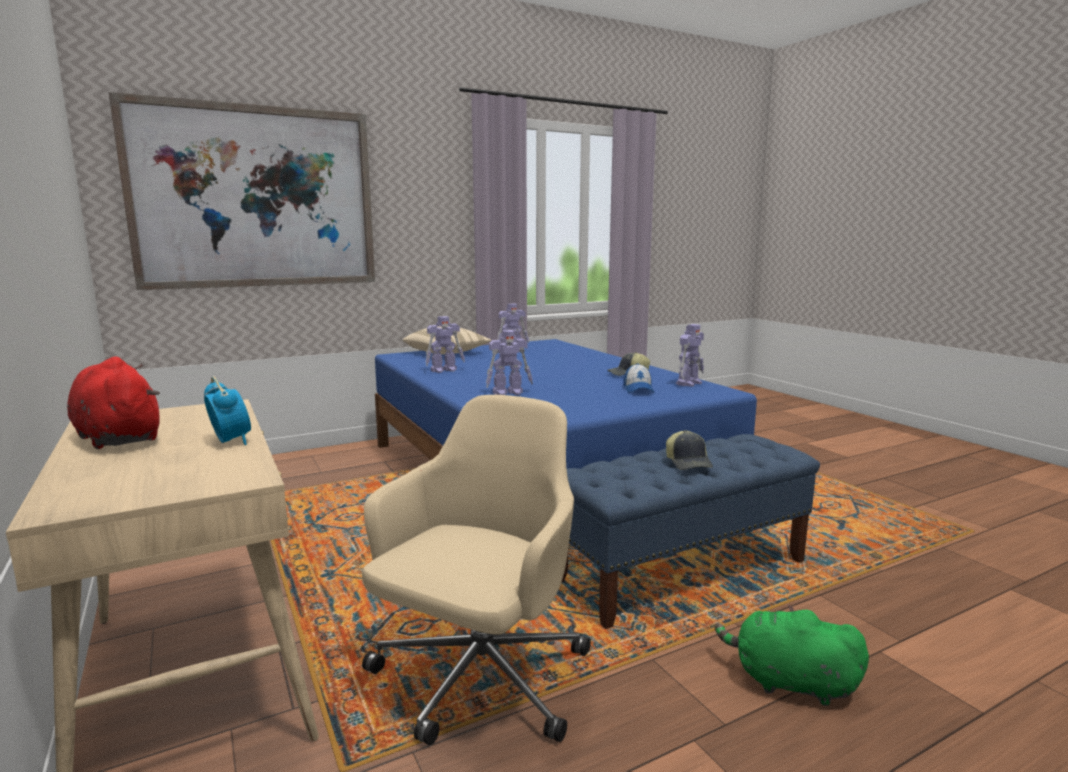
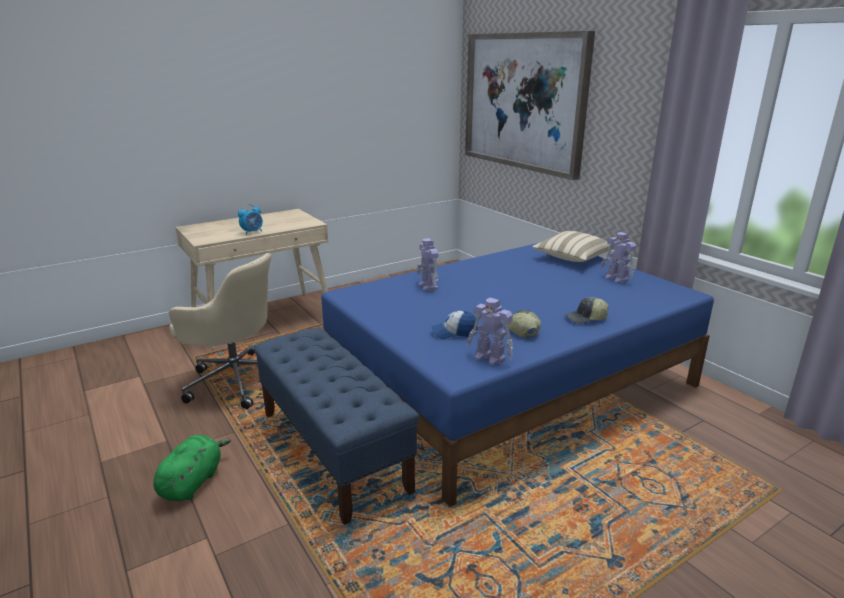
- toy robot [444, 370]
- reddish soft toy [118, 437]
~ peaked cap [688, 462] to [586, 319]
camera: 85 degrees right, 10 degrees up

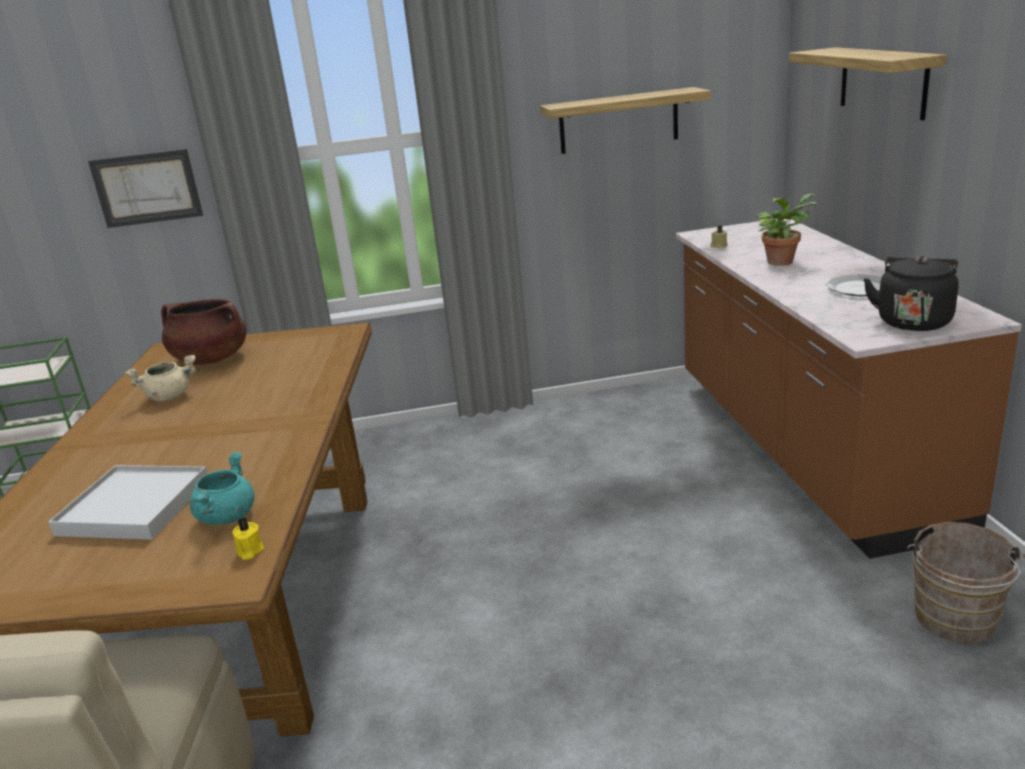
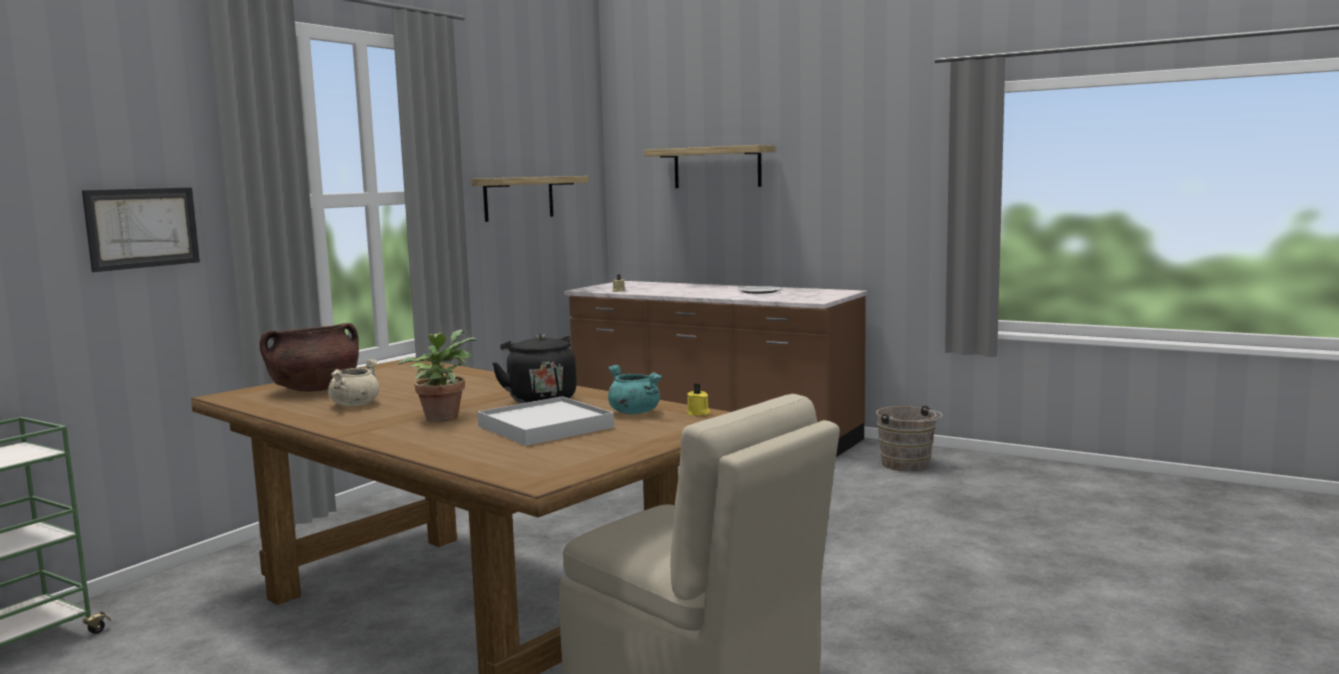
~ potted plant [781, 261] to [442, 416]
~ blackish kettle [913, 321] to [540, 399]
camera: 50 degrees left, 15 degrees down

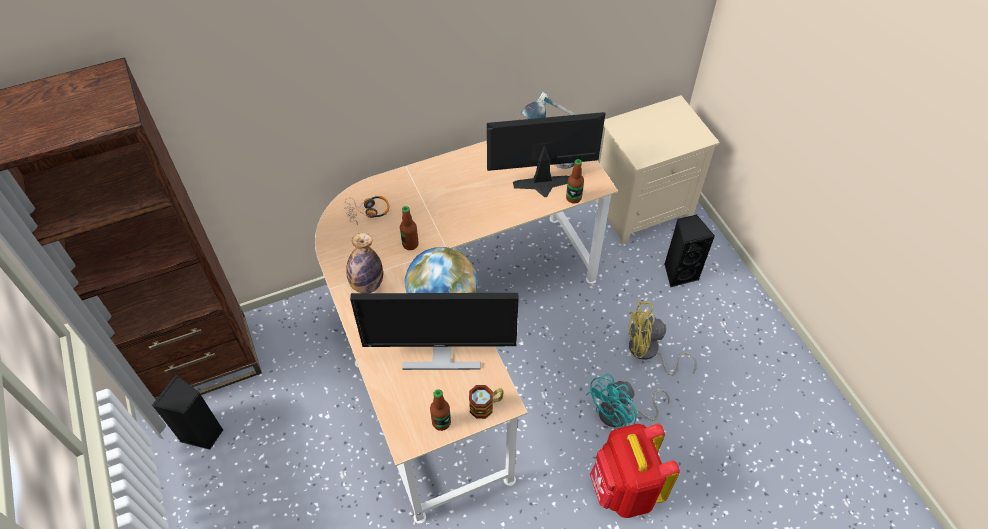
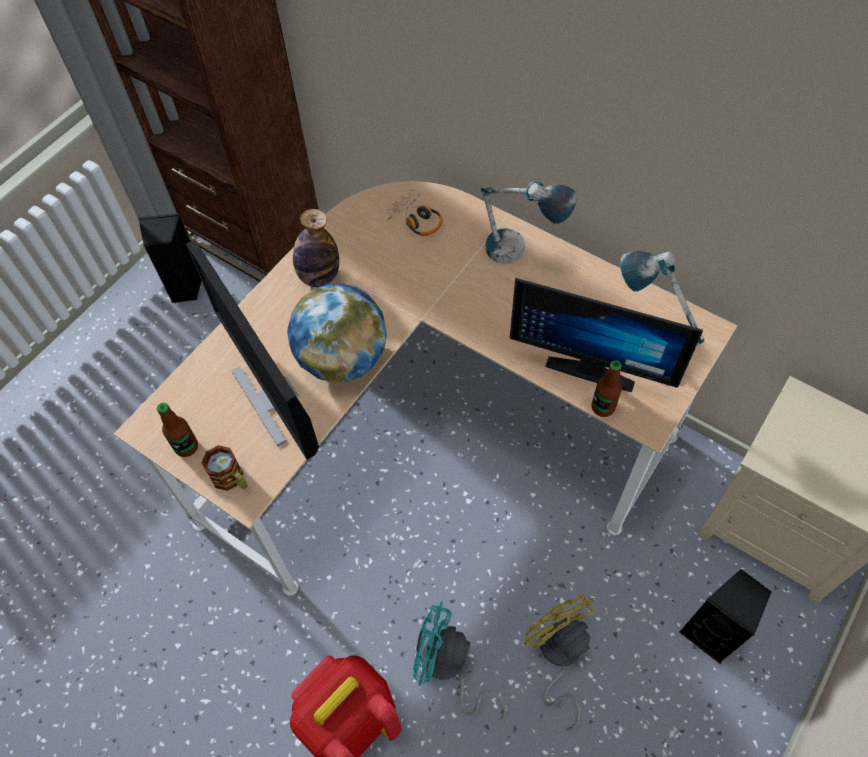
~ monitor [543, 187] = [592, 365] 150 degrees clockwise
- beverage bottle [410, 244]
+ tabletop lamp [520, 255]
camera: 60 degrees right, 5 degrees up

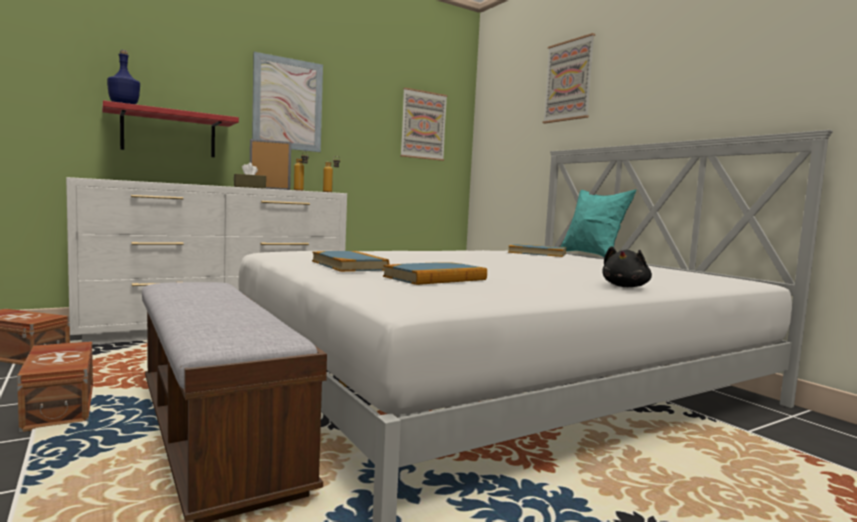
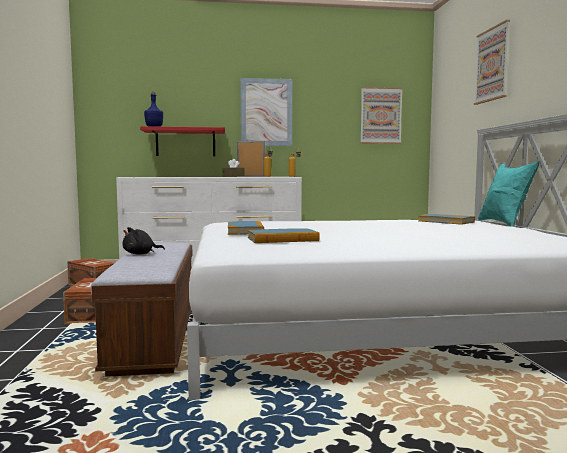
~ blackish soft toy [625, 287] to [140, 254]
camera: 25 degrees right, 0 degrees up

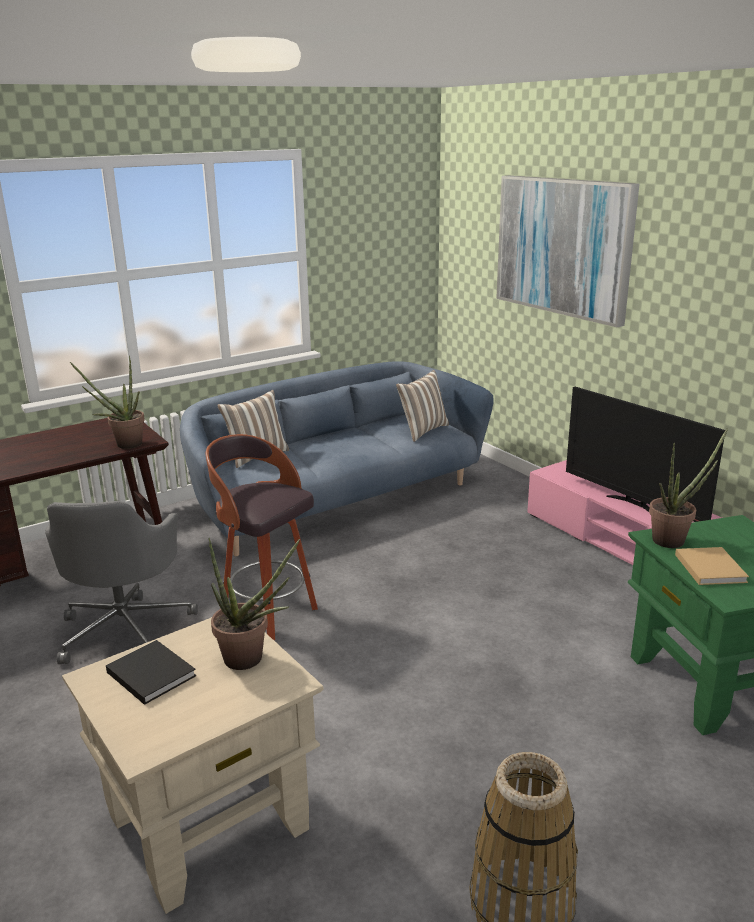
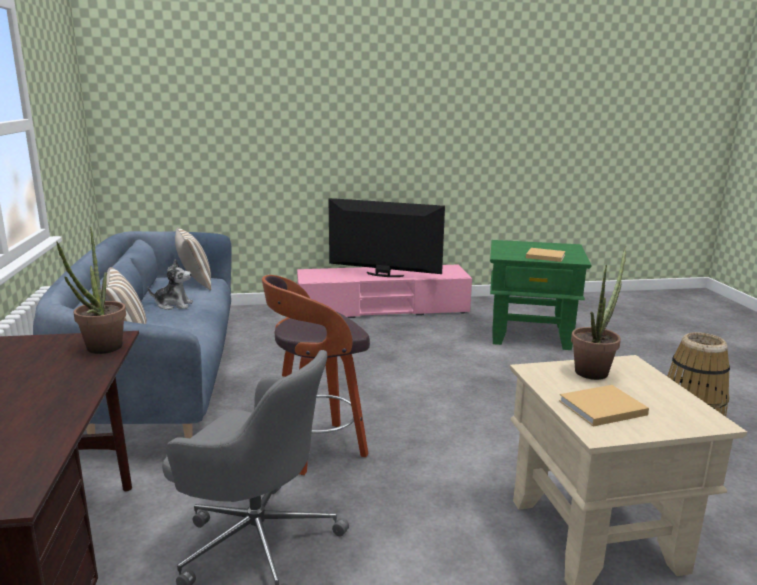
- picture [564, 246]
~ television [633, 504] = [383, 275] 150 degrees counterclockwise
- potted plant [674, 539]
~ blackish book [150, 673] to sand-coloured book [600, 408]
+ soft toy [173, 305]
camera: 65 degrees left, 5 degrees down

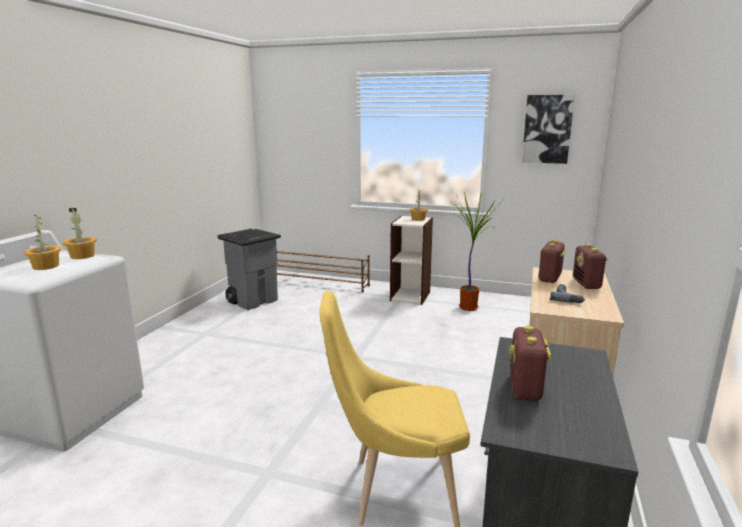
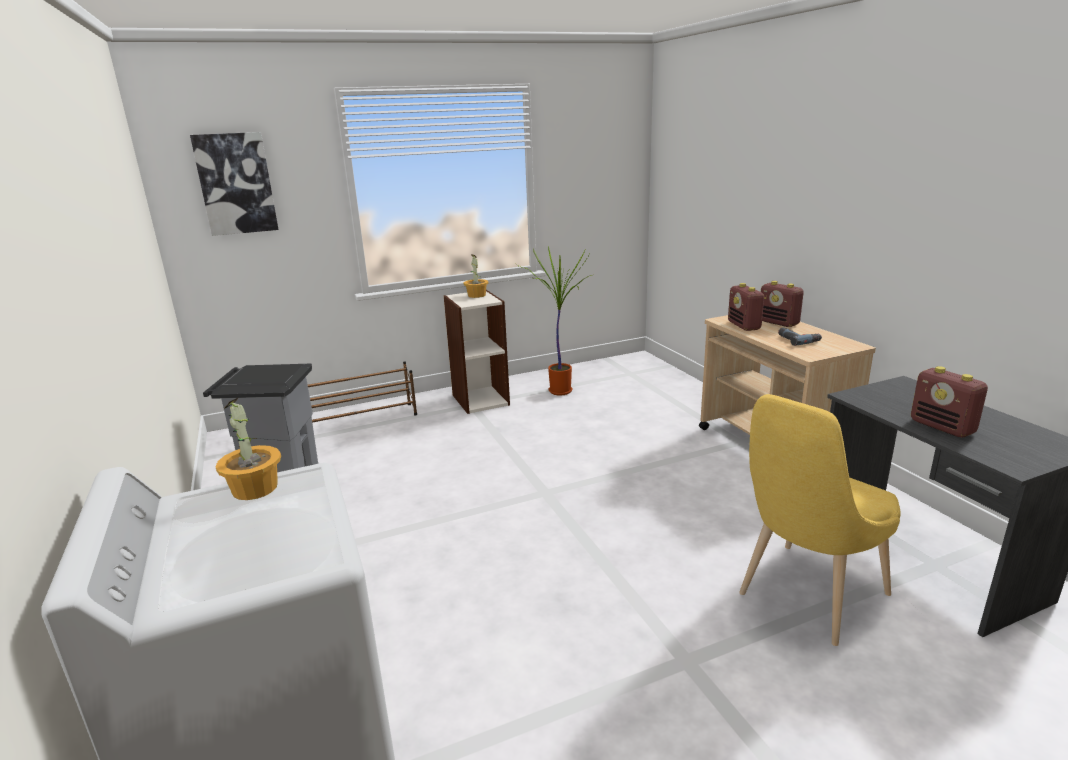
~ picture [547, 129] to [236, 184]
- potted plant [45, 266]
camera: 40 degrees left, 5 degrees up

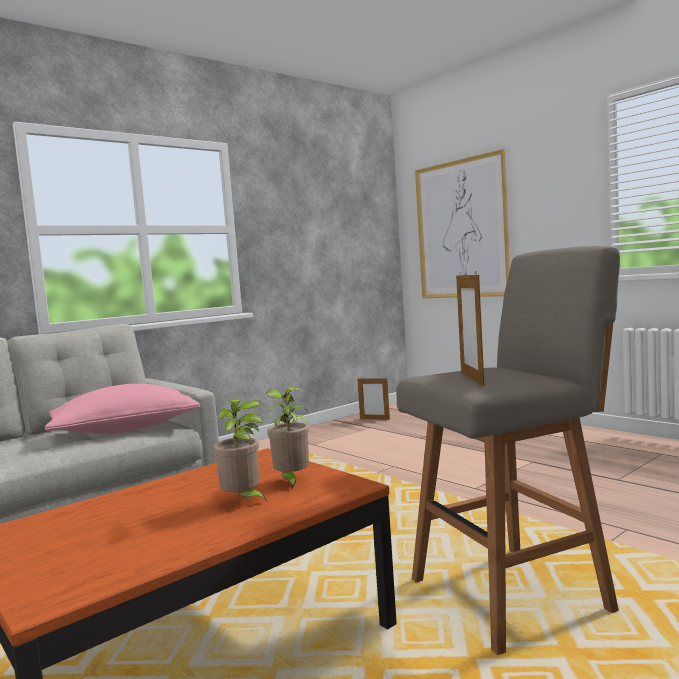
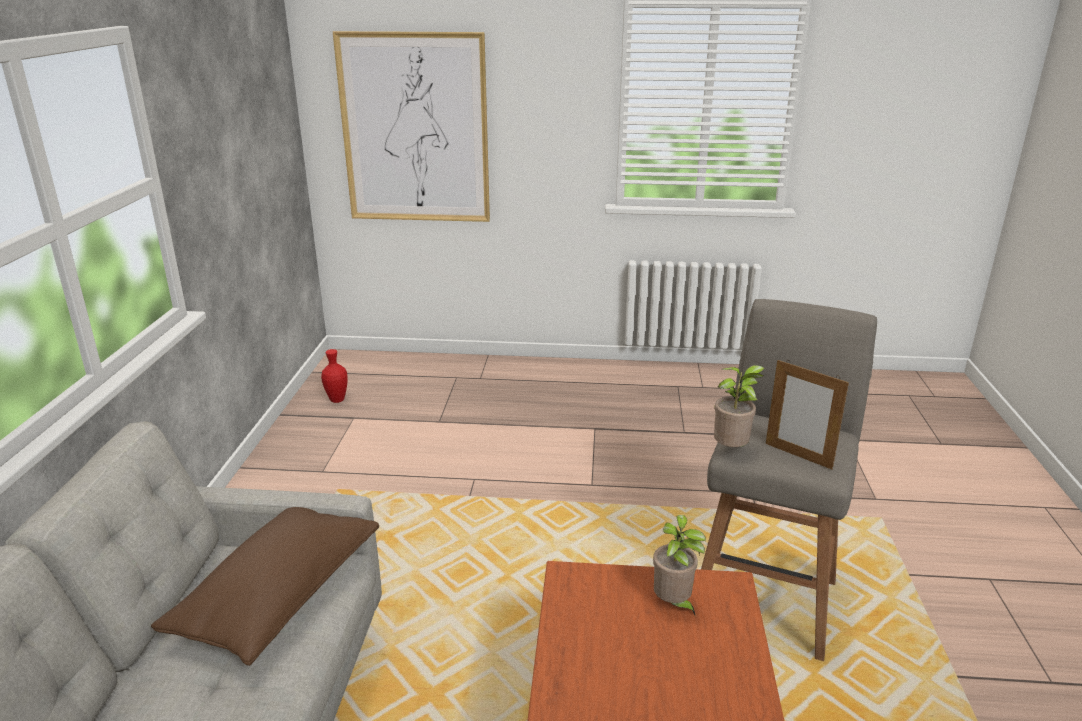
~ standing frame [374, 419] to reddish vase [337, 400]
~ pinkish throw pillow [126, 430] to brownish throw pillow [279, 596]
~ potted plant [243, 501] to [732, 450]
camera: 45 degrees left, 20 degrees up

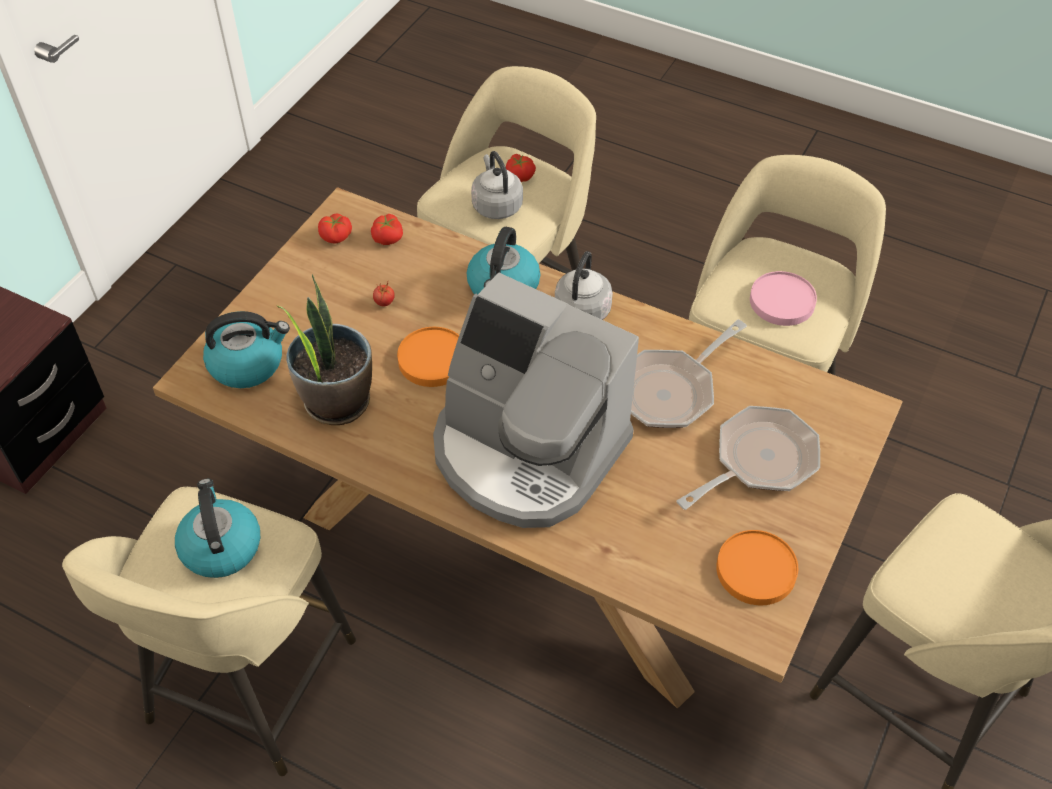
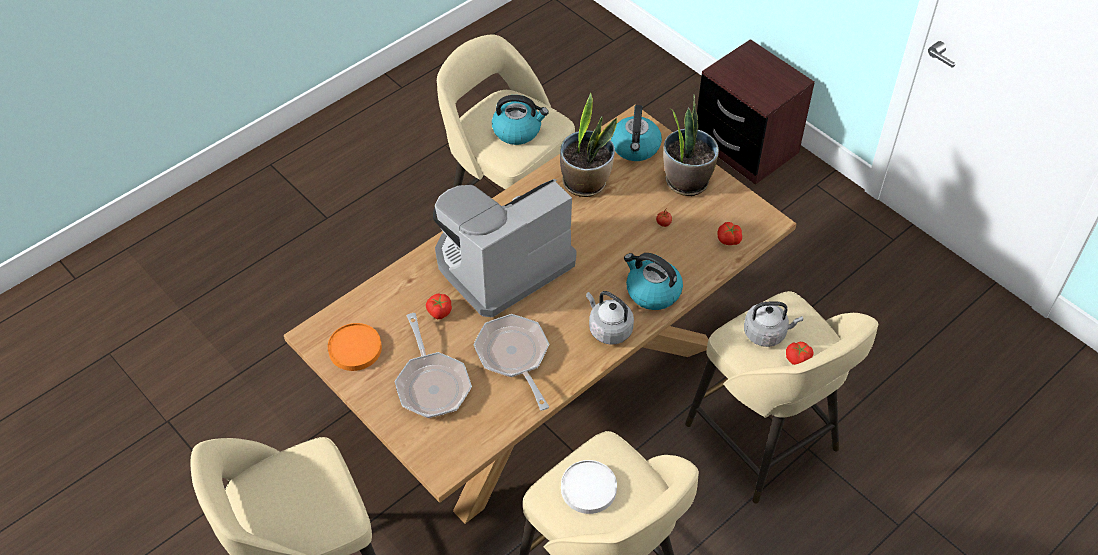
~ whole tomato [336, 237] to [439, 311]
~ pinkish flat dish [782, 301] to white-coloured flat dish [588, 489]
- orange flat dish [432, 359]
+ potted plant [686, 181]
camera: 110 degrees right, 0 degrees up

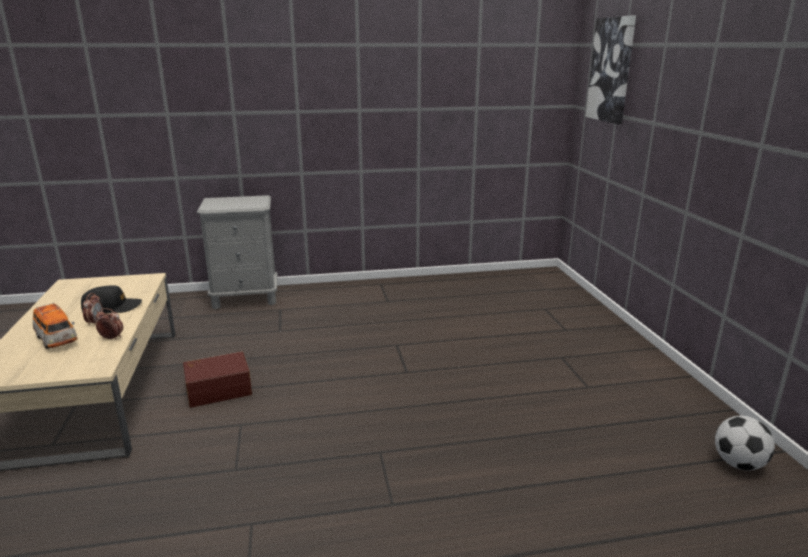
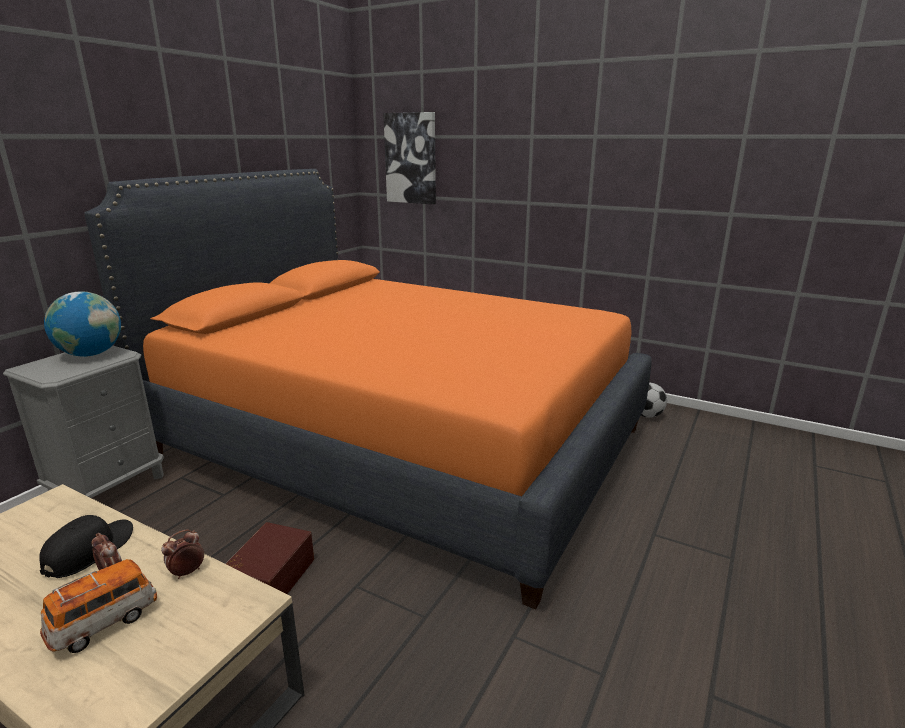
~ toy car [57, 340] = [104, 622] 45 degrees counterclockwise
+ orange bedroom bed [400, 441]
+ world globe [91, 354]
camera: 50 degrees left, 0 degrees up

